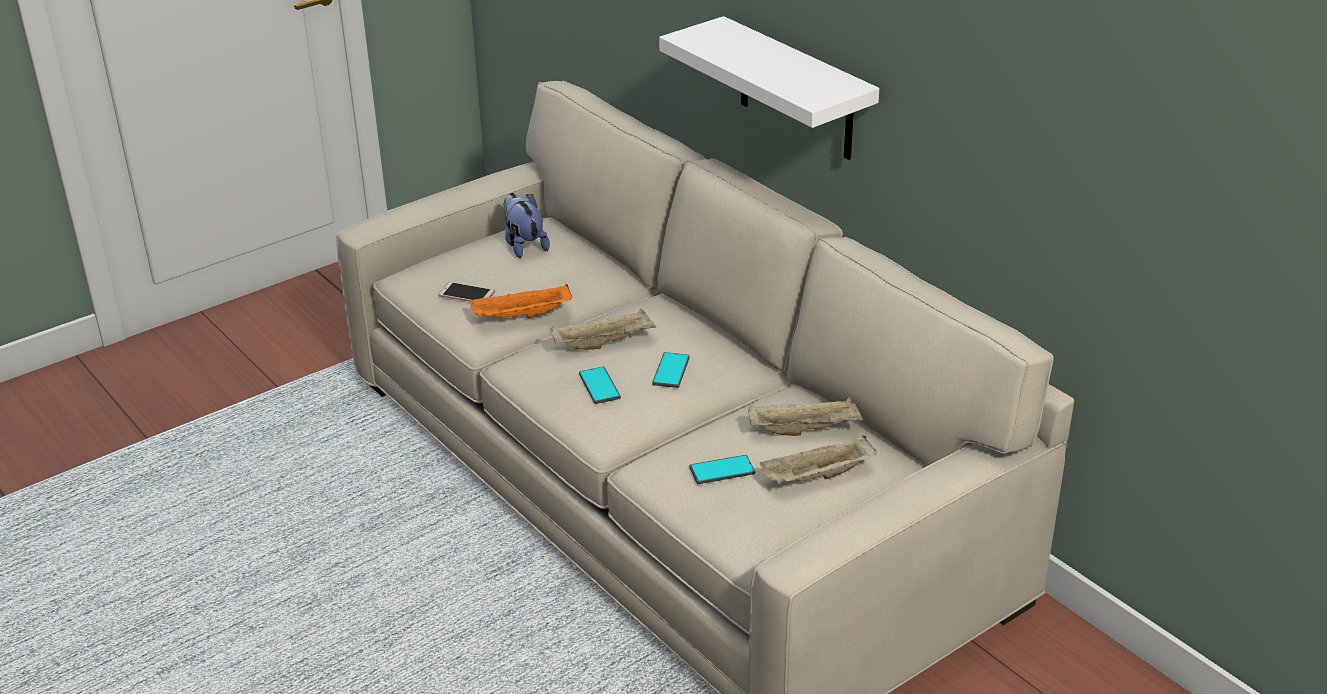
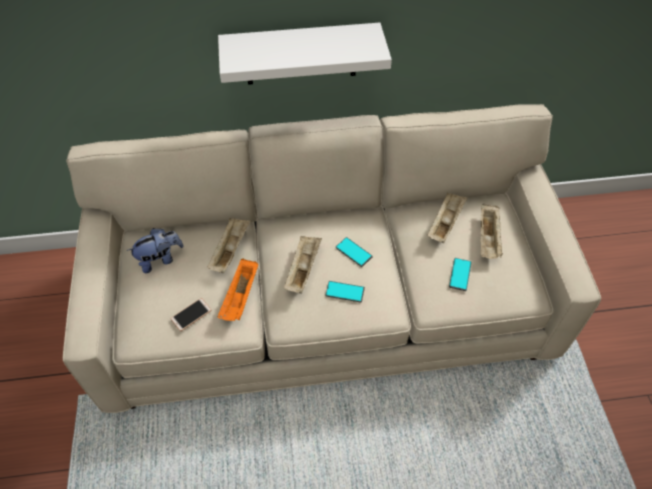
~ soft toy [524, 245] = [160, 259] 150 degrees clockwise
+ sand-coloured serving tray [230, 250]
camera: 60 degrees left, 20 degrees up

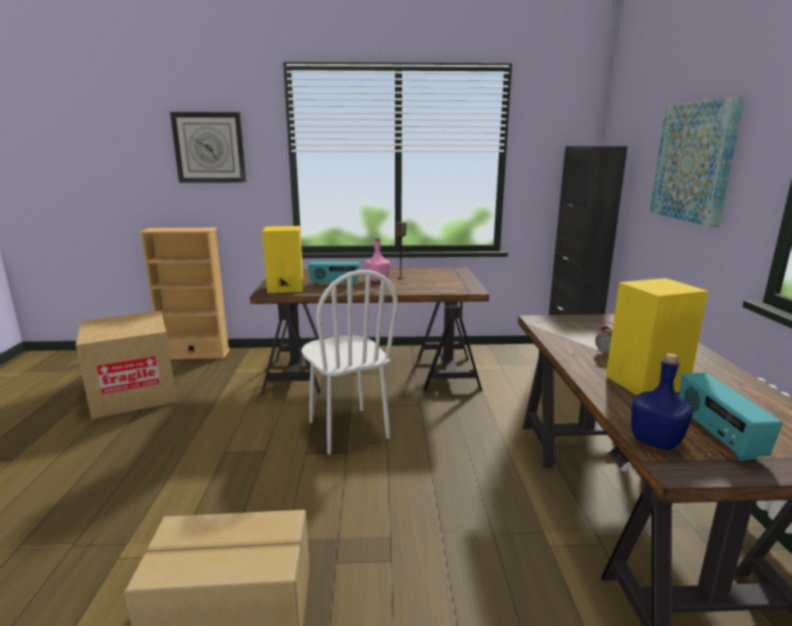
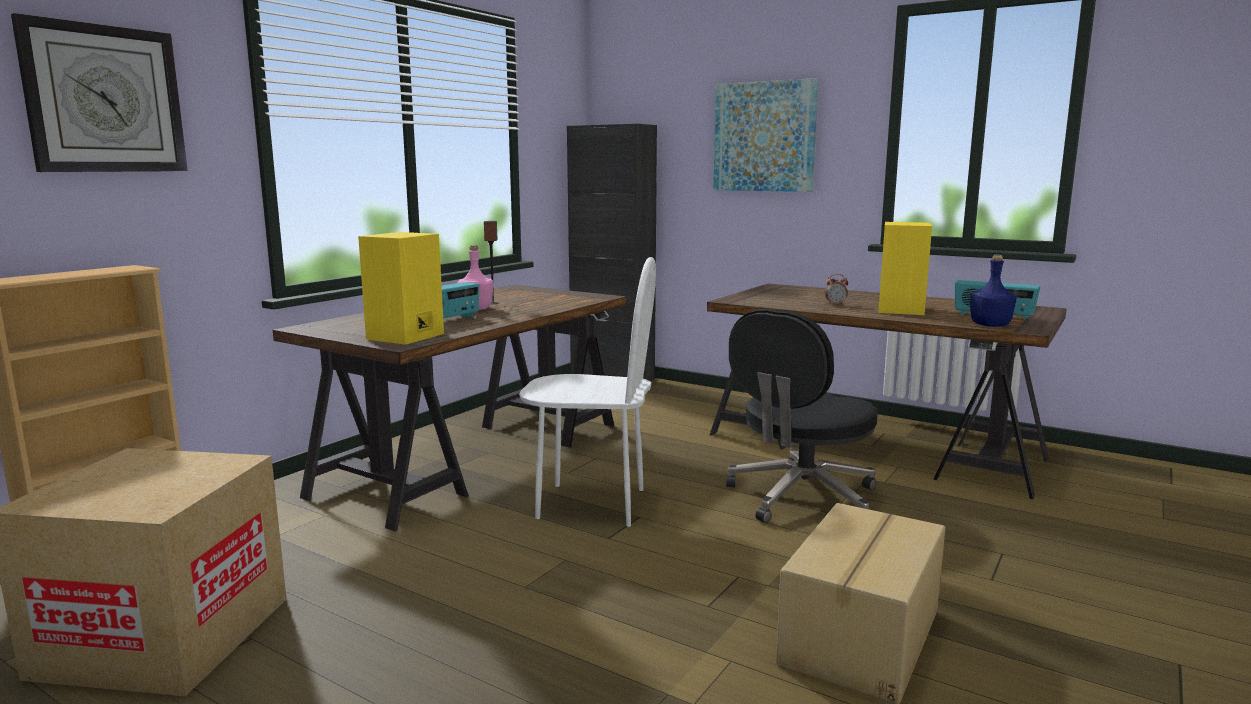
+ blackish desk chair [800, 497]
camera: 55 degrees left, 5 degrees down

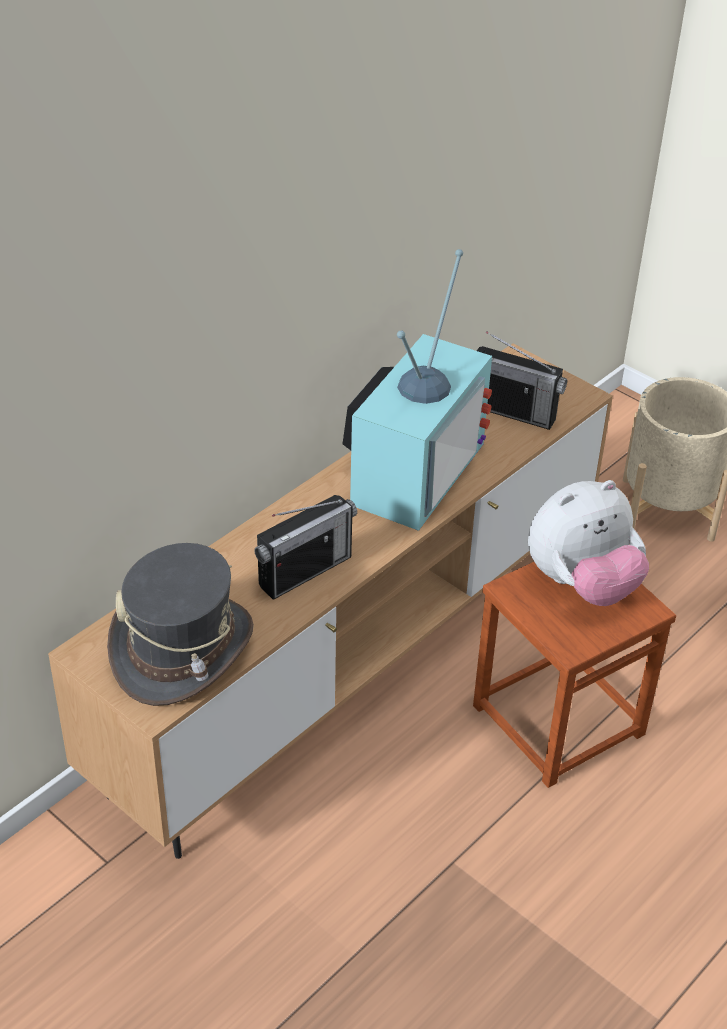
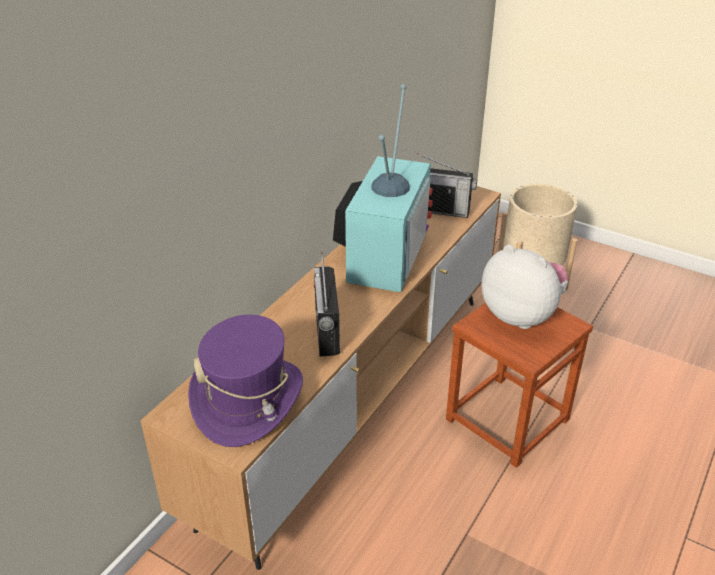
~ soft toy [582, 584] = [521, 315] 105 degrees counterclockwise
~ radio set [305, 571] = [327, 331] 135 degrees clockwise
~ greyish wearable hat [182, 649] to purplish wearable hat [248, 400]
camera: 10 degrees left, 5 degrees down

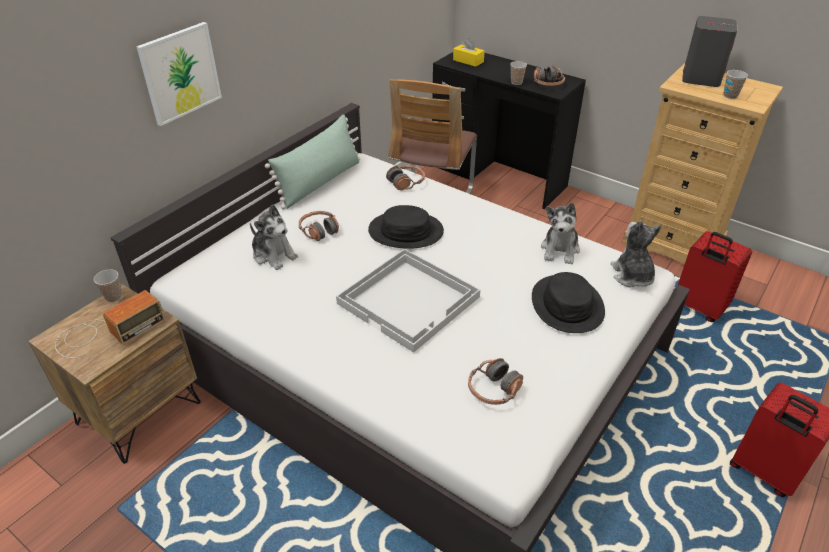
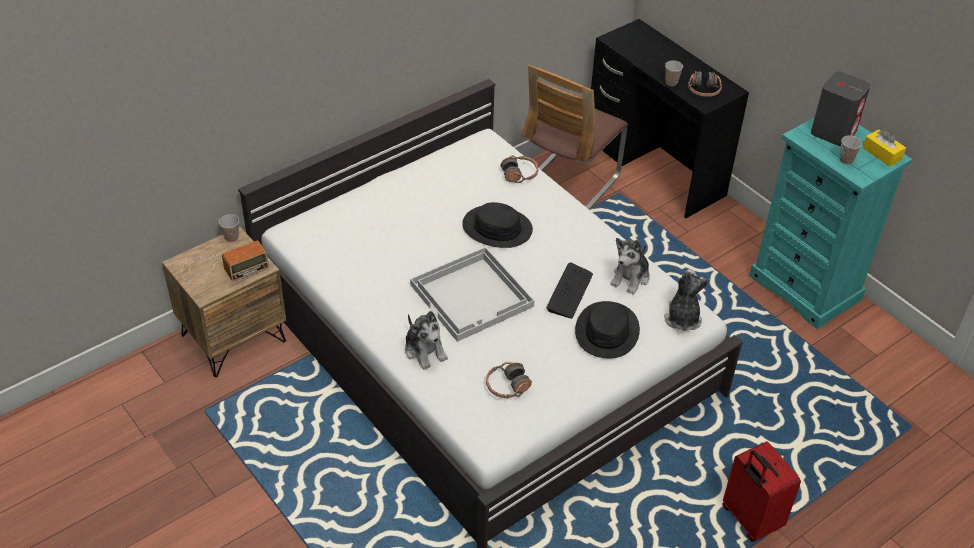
- picture [180, 73]
~ yellow-coloured tissue holder [468, 61] to [882, 154]
~ sand-coloured chest of drawers [673, 242] to turquoise chest of drawers [806, 288]
- green-coloured throw pillow [320, 182]
~ soft toy [274, 255] to [425, 350]
- headphones [319, 230]
- reddish piece of luggage [698, 308]
+ keyboard [569, 292]
camera: 15 degrees right, 5 degrees up

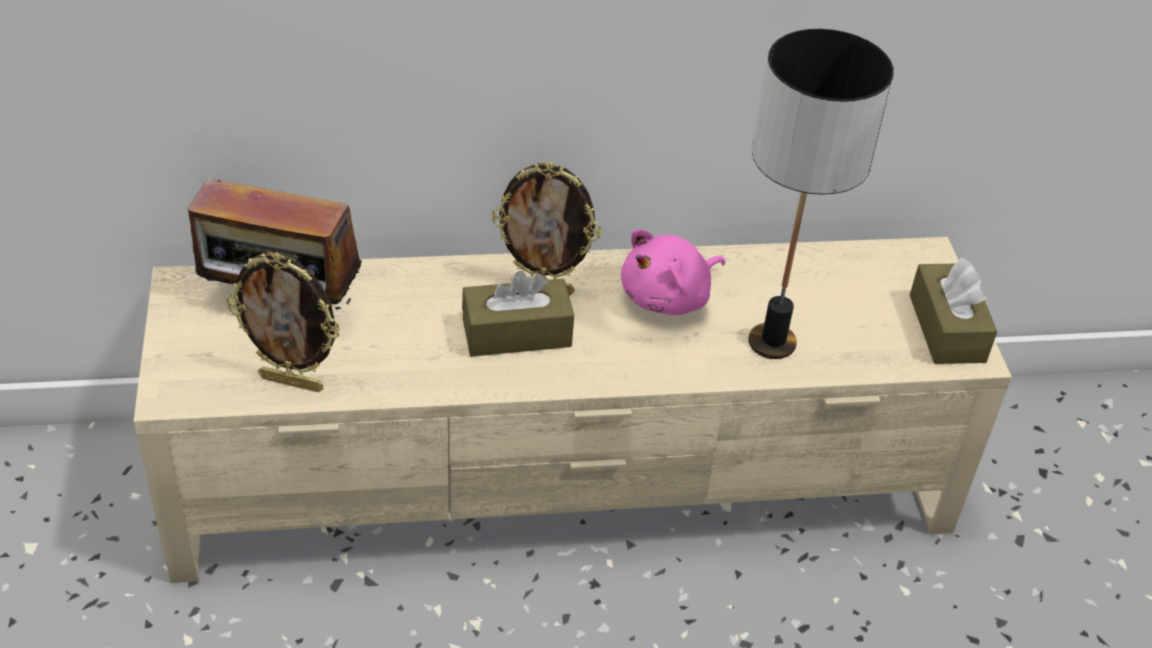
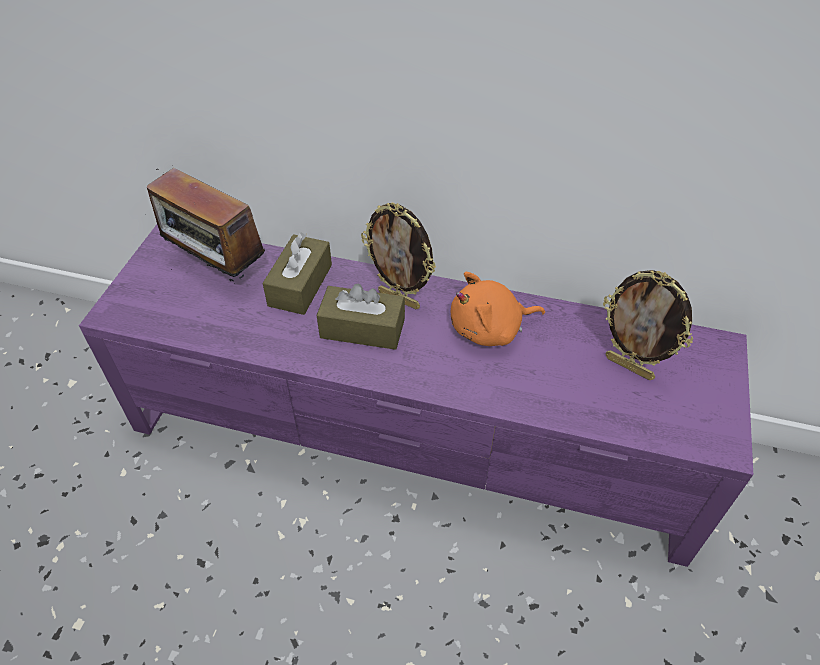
- tabletop lamp [772, 343]
~ pinkish soft toy [669, 297] to orange soft toy [490, 329]
~ sand-coloured tv stand [567, 481] to purplish tv stand [412, 436]
~ standing frame [292, 382] to [630, 367]
~ brownish tissue holder [947, 328] to [300, 285]
camera: 25 degrees right, 5 degrees up

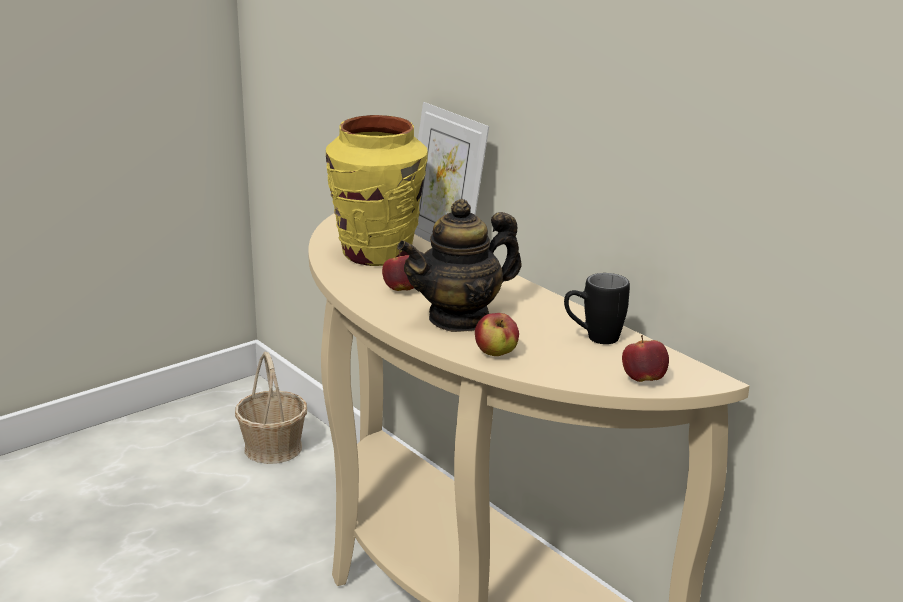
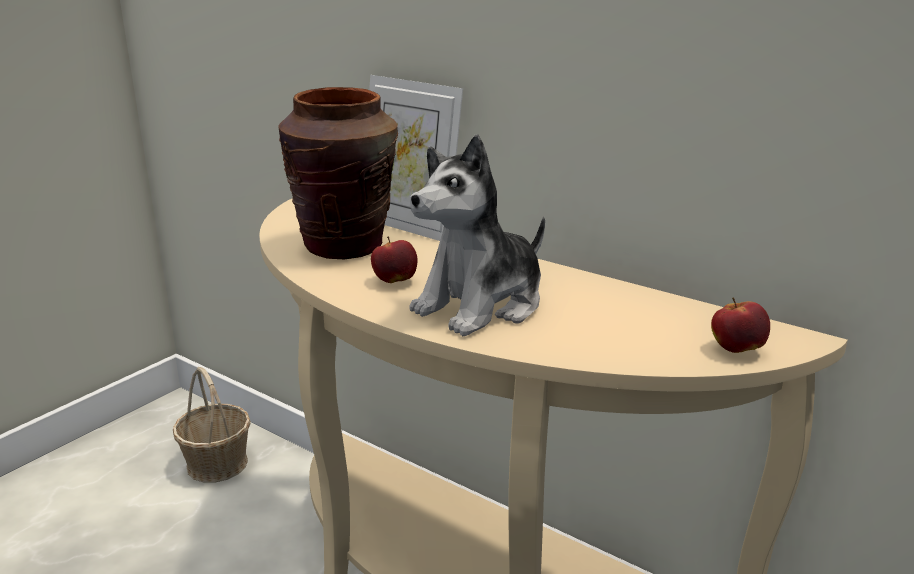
~ yellow-coloured vase [377, 254] to brownish vase [345, 246]
~ teapot [460, 318] to soft toy [481, 305]
- blackish coffee mug [593, 338]
- whole apple [496, 354]
camera: 15 degrees left, 0 degrees up

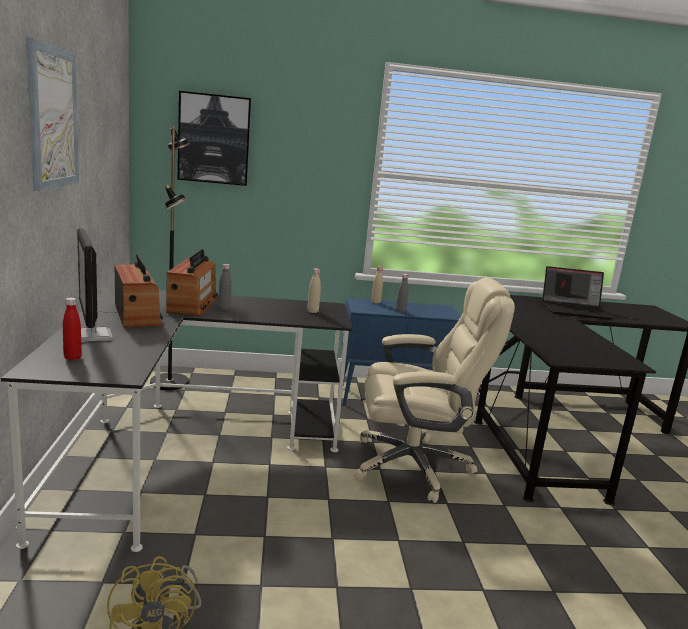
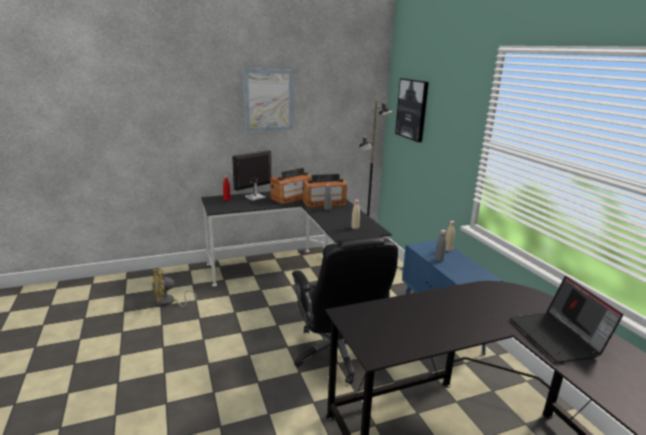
~ sand-coloured desk chair [414, 466] to blackish desk chair [339, 353]
camera: 75 degrees right, 5 degrees up

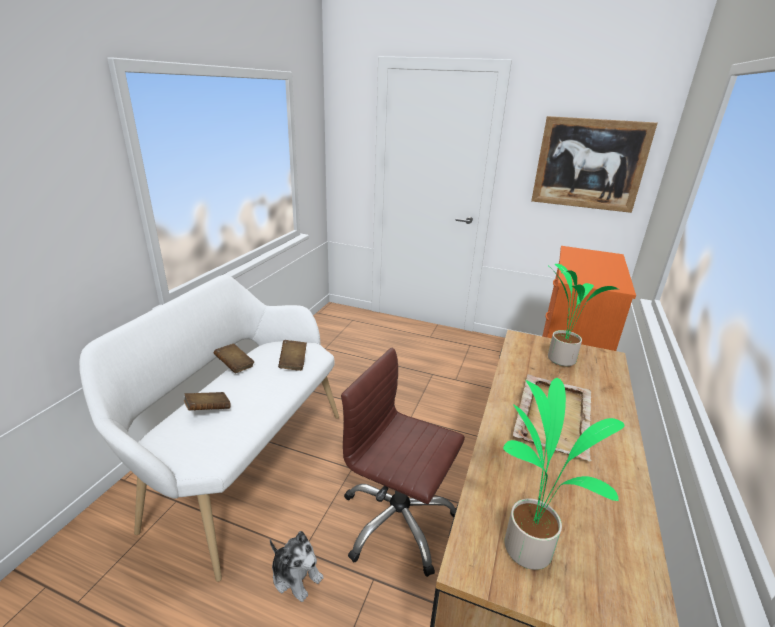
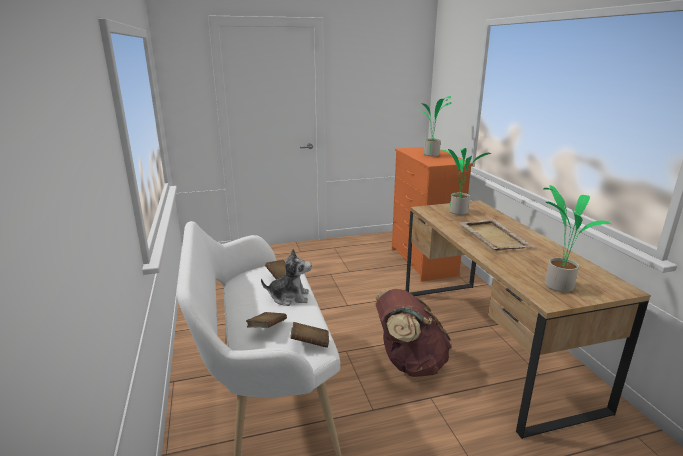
- picture [589, 164]
~ brownish book [235, 366] to [310, 343]
~ brownish desk chair [398, 521] to brownish rucksack [409, 363]
~ soft toy [296, 575] to [289, 297]
+ potted plant [431, 155]
camera: 35 degrees left, 5 degrees down

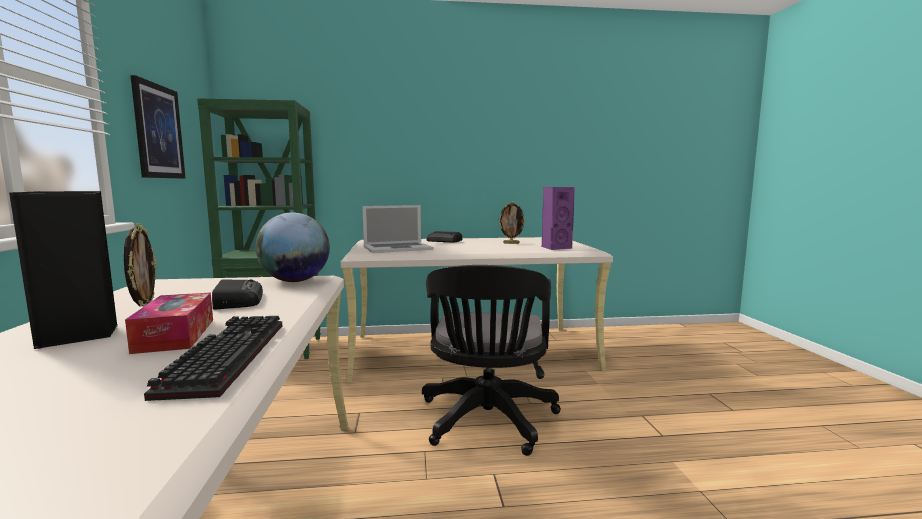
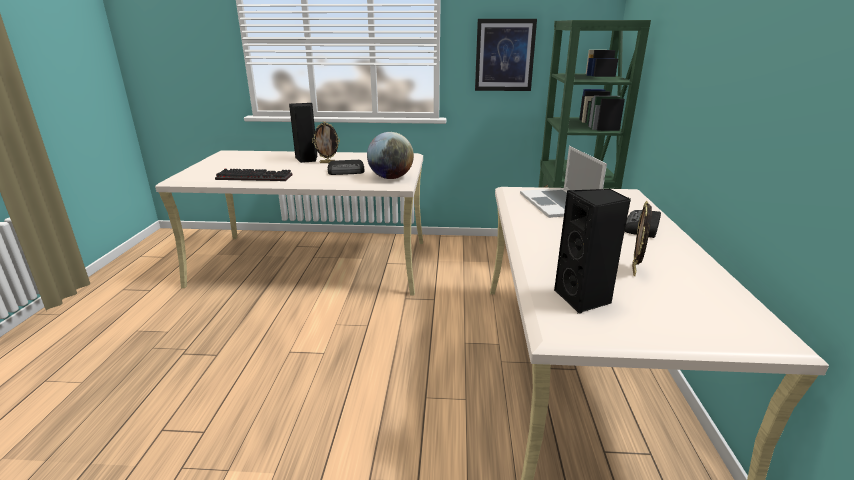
~ purplish speaker [555, 248] to blackish speaker [584, 299]
- blackish desk chair [487, 422]
- tissue holder [175, 335]
camera: 100 degrees right, 15 degrees up

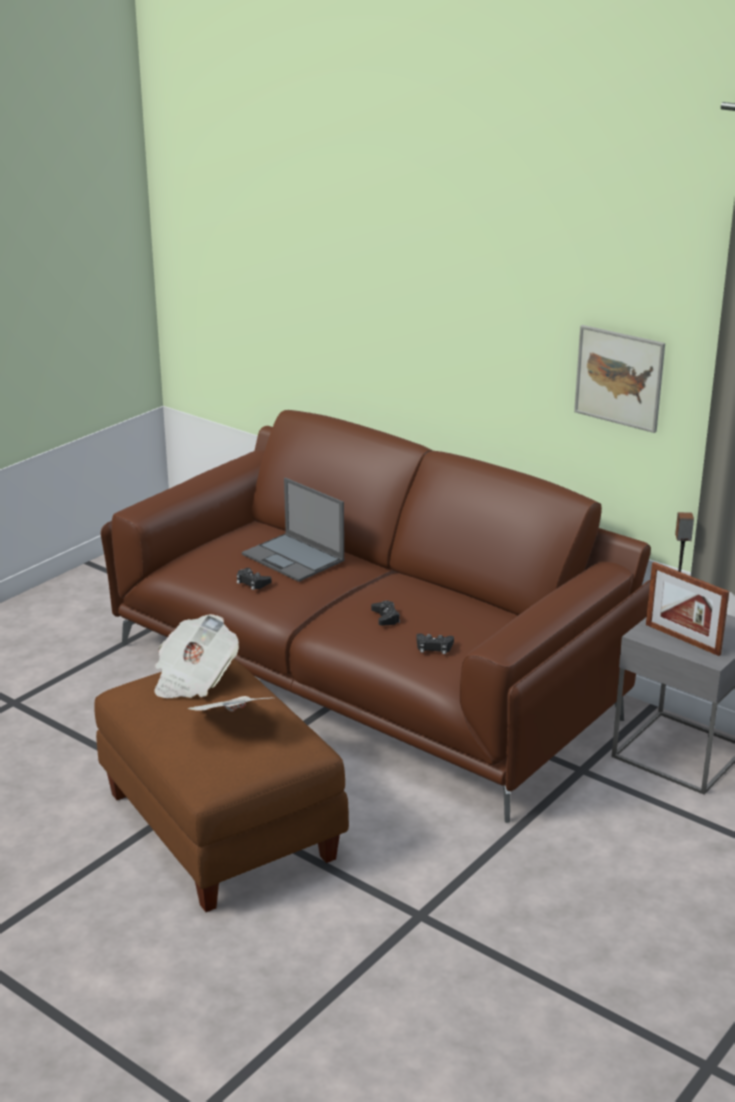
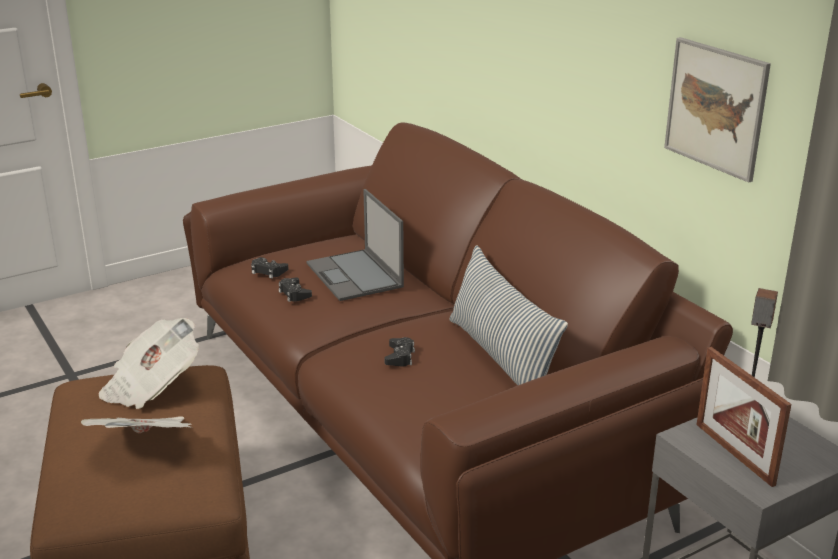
~ blackish joypad [434, 647] to [268, 271]
+ throw pillow [501, 357]
camera: 20 degrees right, 0 degrees up

